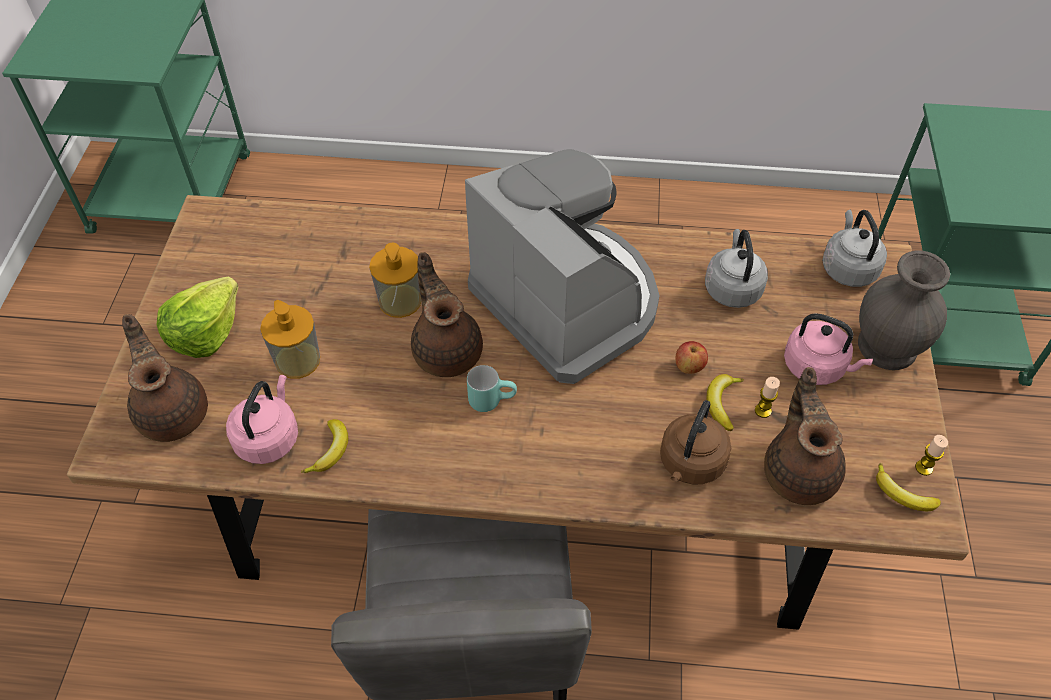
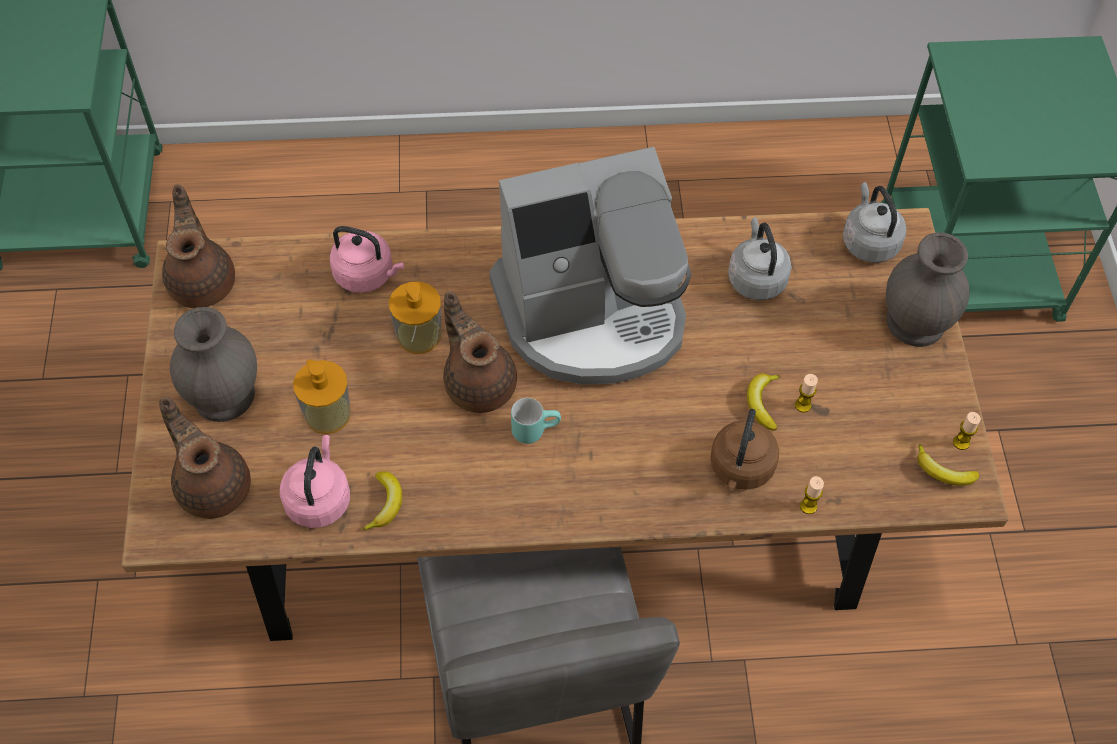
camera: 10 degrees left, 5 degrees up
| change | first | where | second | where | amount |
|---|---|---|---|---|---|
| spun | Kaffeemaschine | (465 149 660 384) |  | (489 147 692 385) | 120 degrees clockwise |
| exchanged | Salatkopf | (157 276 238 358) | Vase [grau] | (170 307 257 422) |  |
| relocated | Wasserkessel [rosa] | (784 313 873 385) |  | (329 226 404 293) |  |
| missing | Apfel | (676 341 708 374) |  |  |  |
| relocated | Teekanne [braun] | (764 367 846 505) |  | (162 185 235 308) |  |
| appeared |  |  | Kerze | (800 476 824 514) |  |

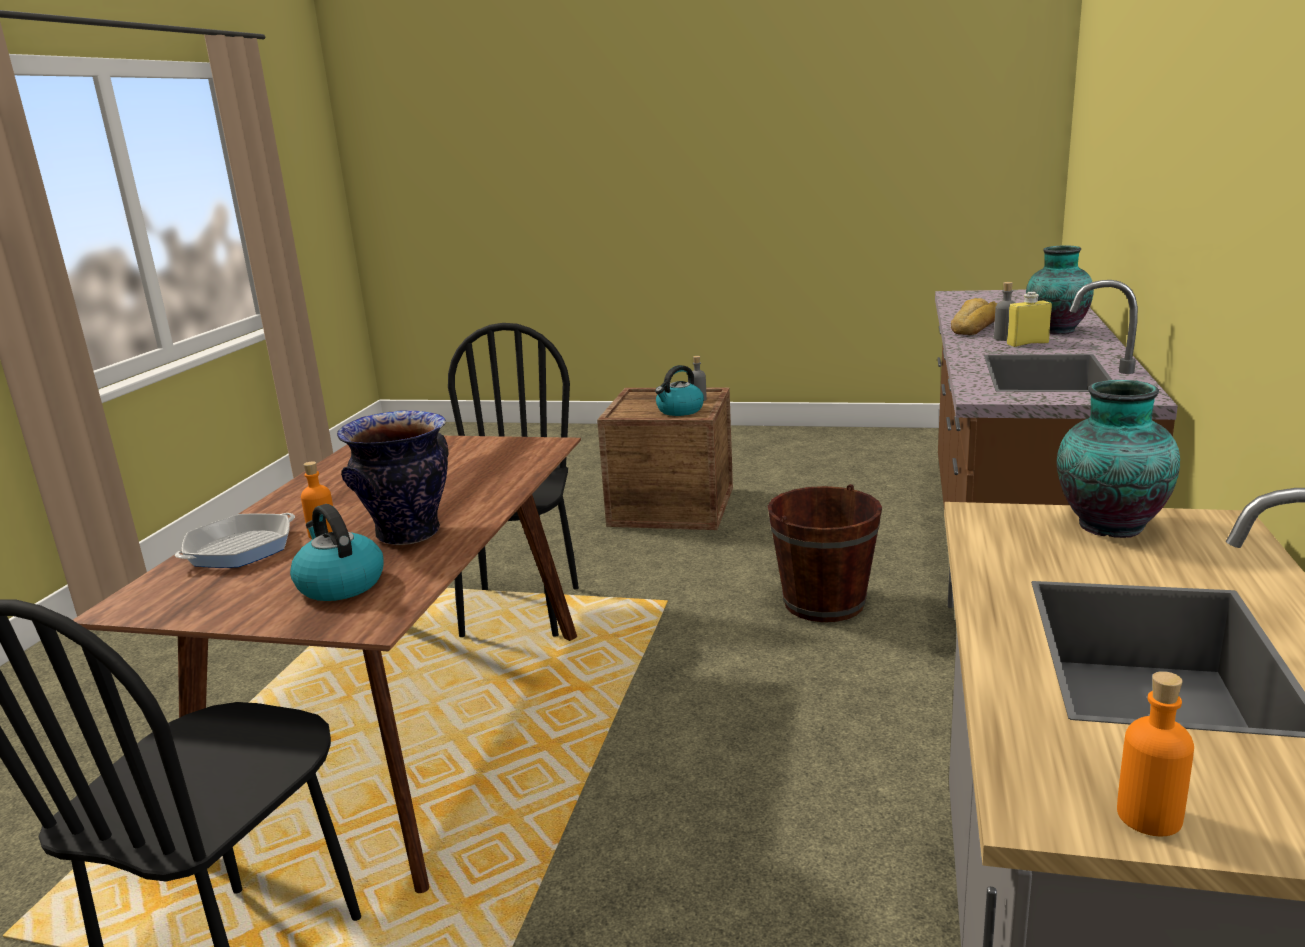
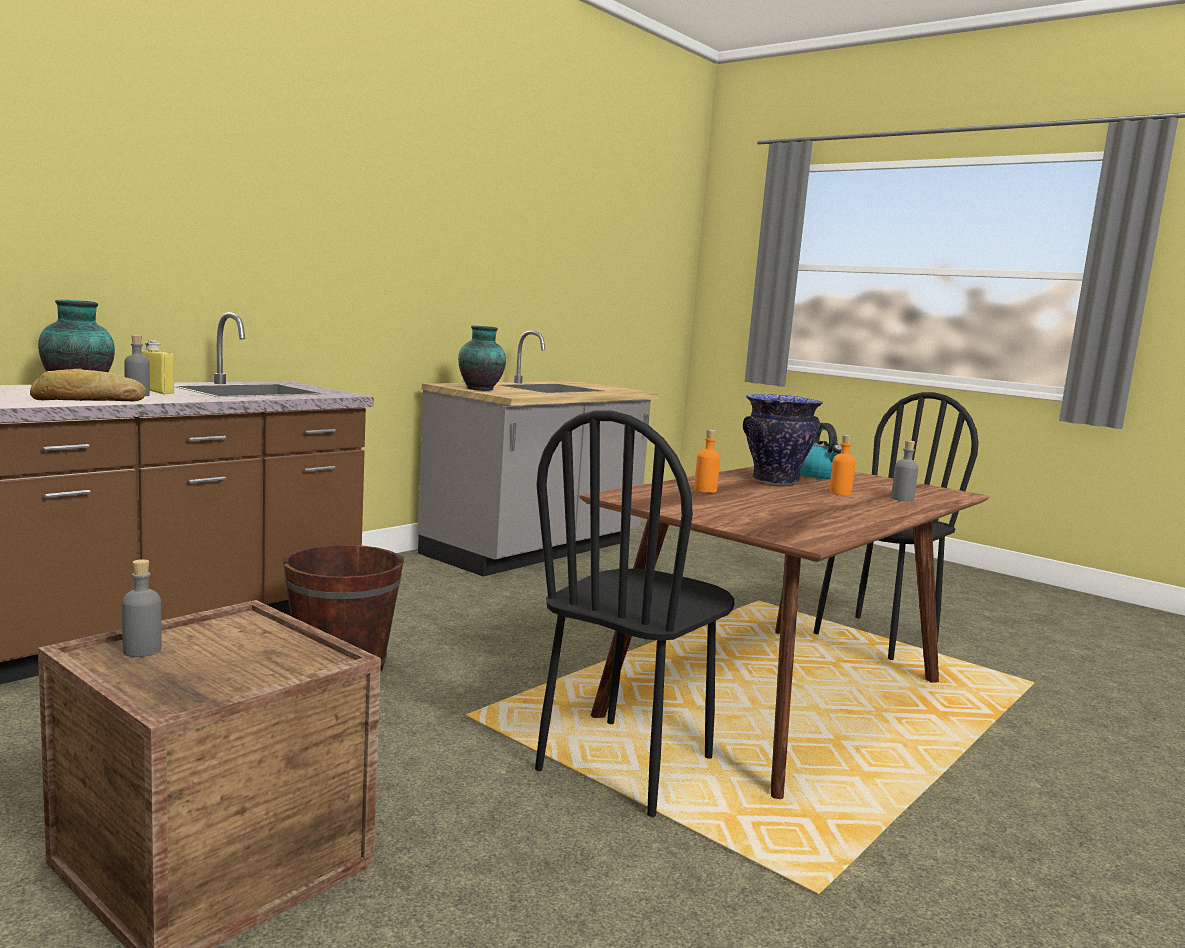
camera: 155 degrees left, 10 degrees down
| change | first | where | second | where | amount |
|---|---|---|---|---|---|
| missing | Wasserkessel | (655 365 704 416) |  |  |  |
| exchanged | Pfanne | (174 513 295 568) | Flasche [grau] | (891 440 918 502) |  |
| relocated | Flasche [orange] | (1117 671 1194 836) |  | (694 429 720 493) |  |

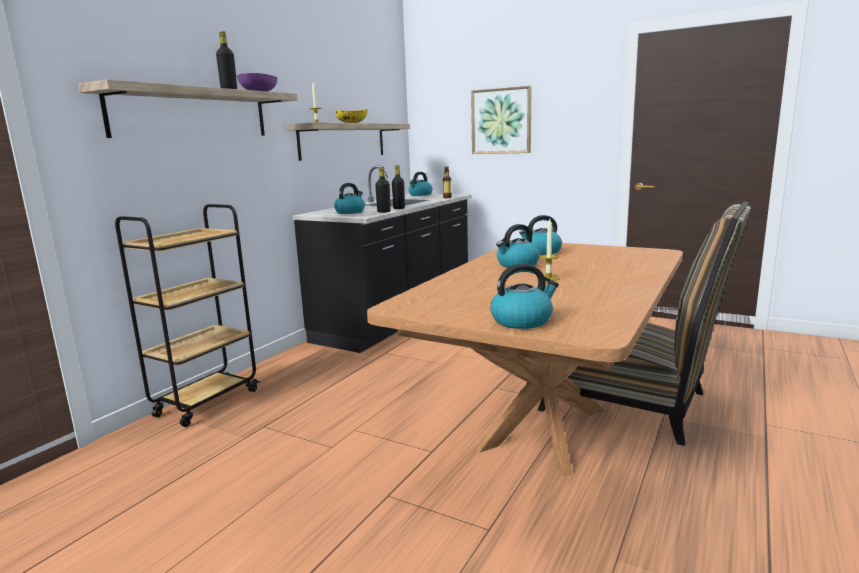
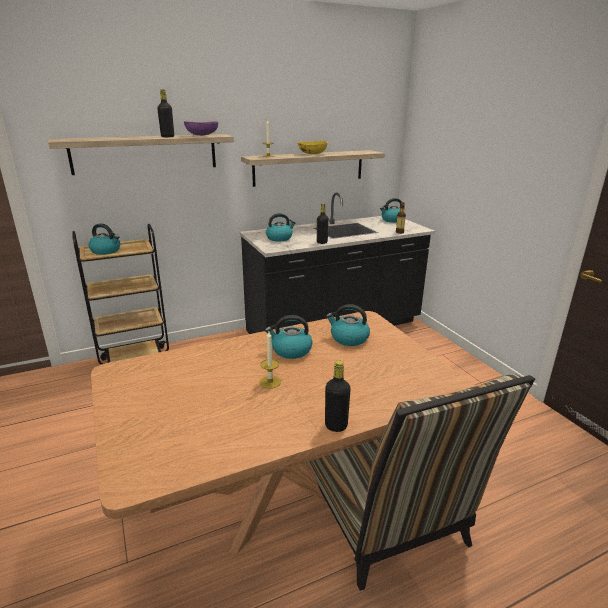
camera: 35 degrees right, 10 degrees up
| change | first | where | second | where | amount |
|---|---|---|---|---|---|
| missing | Bild | (471 86 532 154) |  |  |  |
| relocated | Flasche [schwarz] | (375 167 391 213) |  | (325 360 351 432) |  |
| relocated | Wasserkessel | (490 264 559 329) |  | (89 223 120 255) |  |

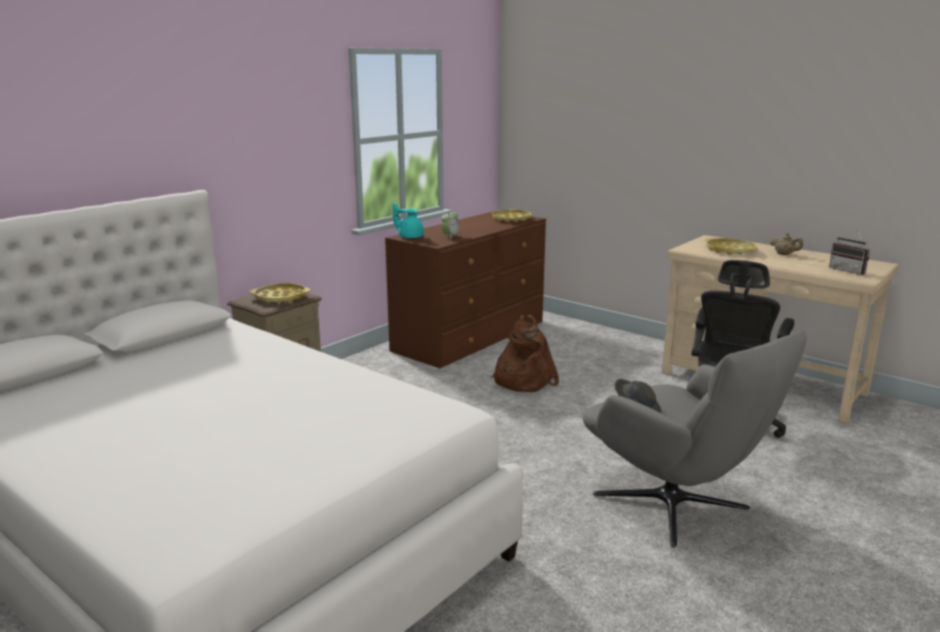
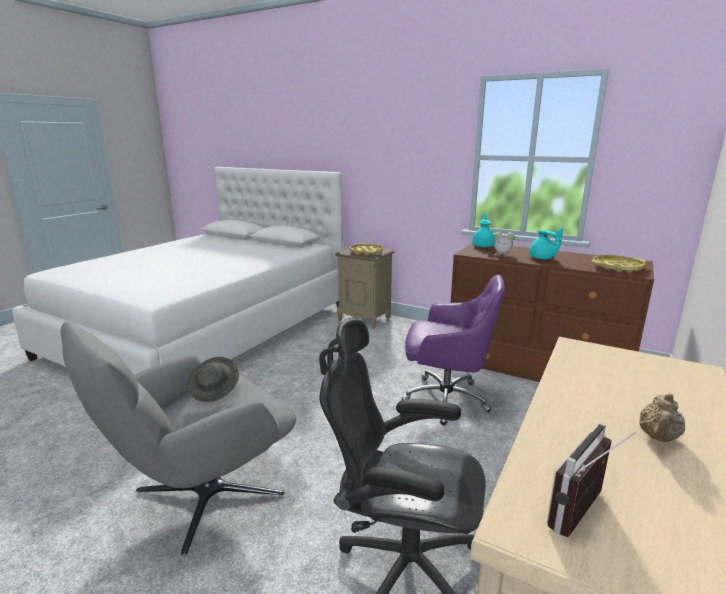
camera: 80 degrees right, 0 degrees up
| change | first | where | second | where | amount |
|---|---|---|---|---|---|
| missing | Tablett [gelb] | (705 238 758 255) |  |  |  |
| exchanged | Rucksack [braun] | (491 315 559 392) | Bürostuhl [lila] | (402 274 505 425) |  |
| appeared |  |  | Teekanne [türkis] | (529 228 563 259) |  |

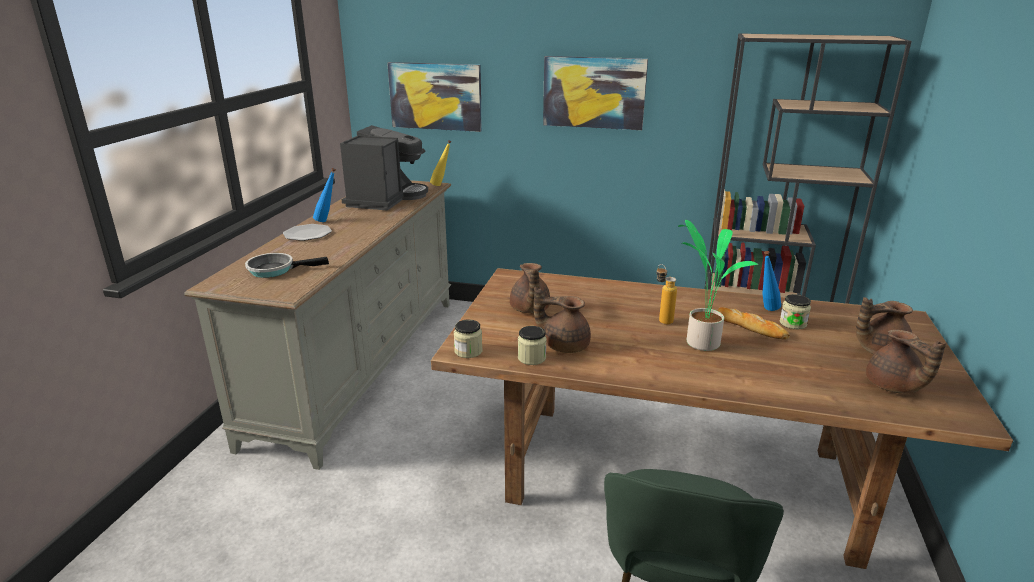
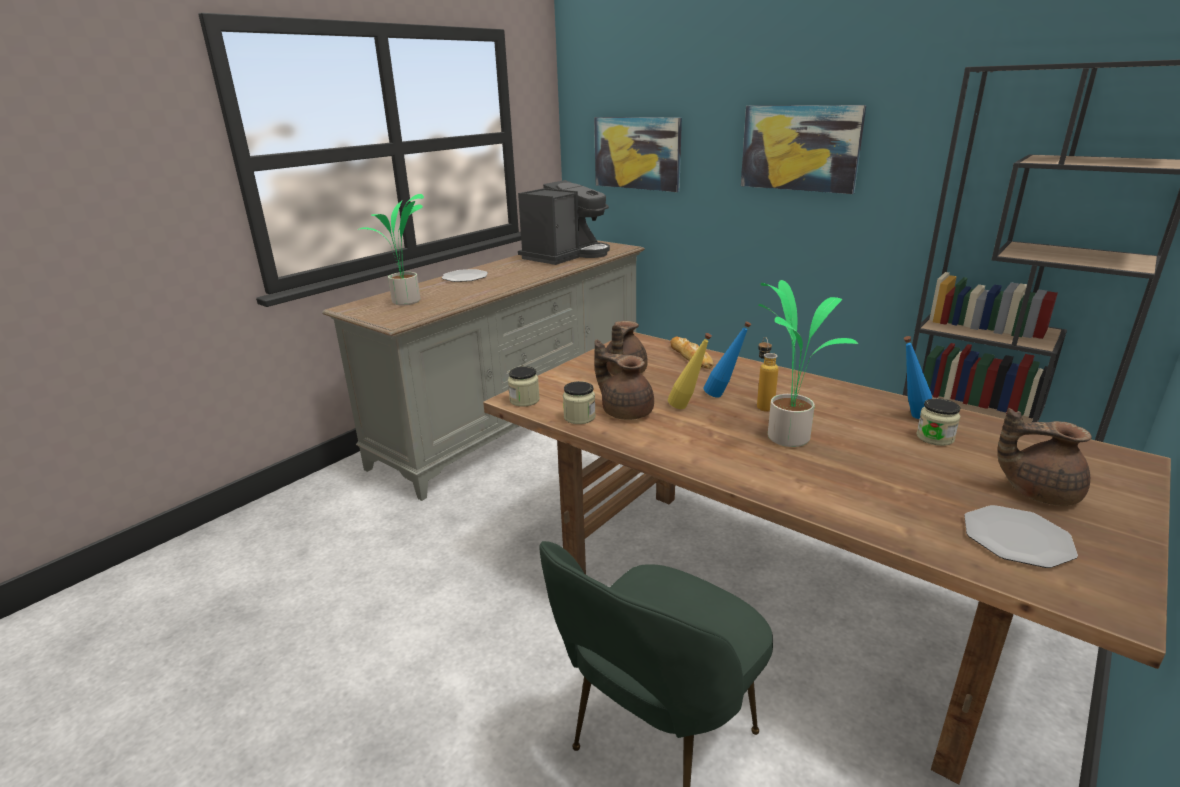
camera: 25 degrees right, 0 degrees up
| change | first | where | second | where | amount |
|---|---|---|---|---|---|
| relocated | Flasche [gelb] | (430 140 451 186) |  | (668 333 712 409) |  |
| relocated | Flasche [blau] | (313 168 336 222) |  | (703 321 751 398) |  |
| exchanged | Pfanne | (245 253 329 278) | Topfpflanze | (358 194 424 306) |  |
| relocated | Brot | (717 307 790 340) |  | (670 337 714 369) |  |
| exchanged | Teekanne [braun] | (866 330 946 394) | Teller | (964 505 1078 568) |  |

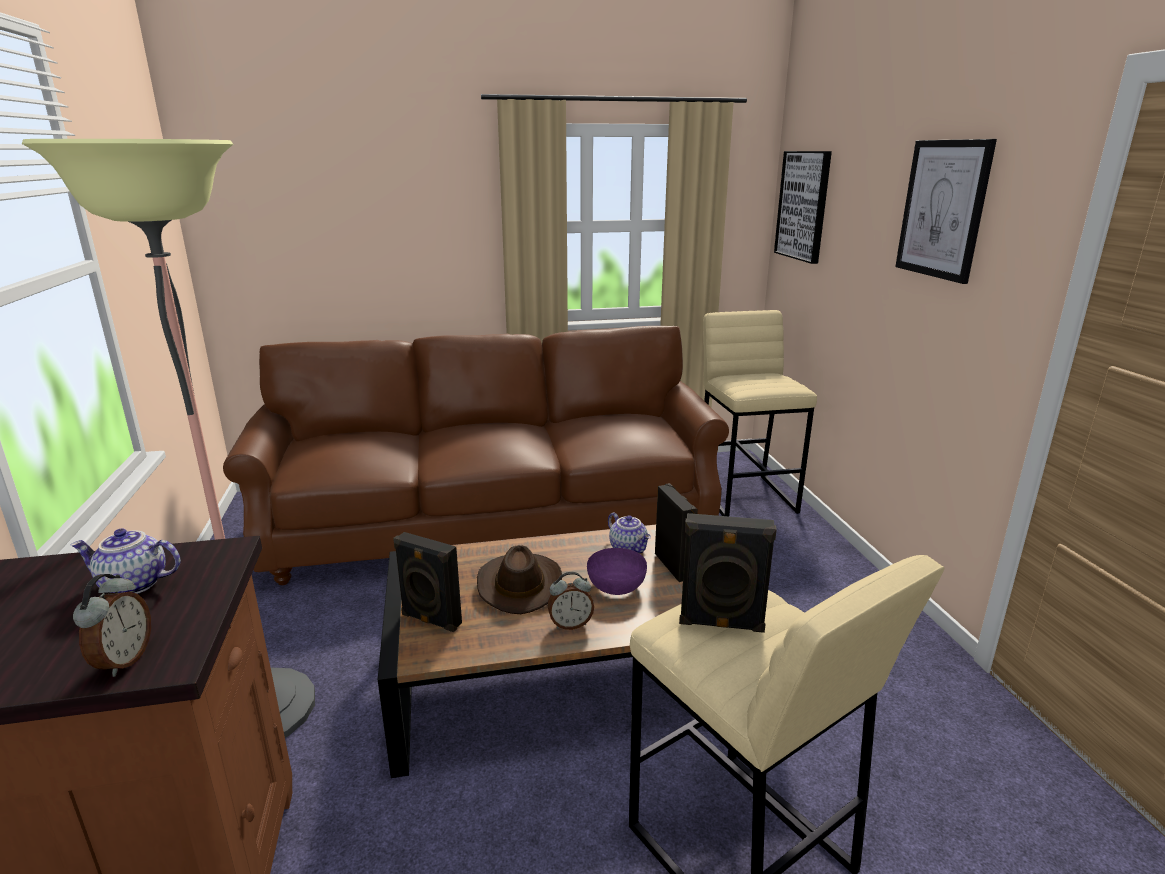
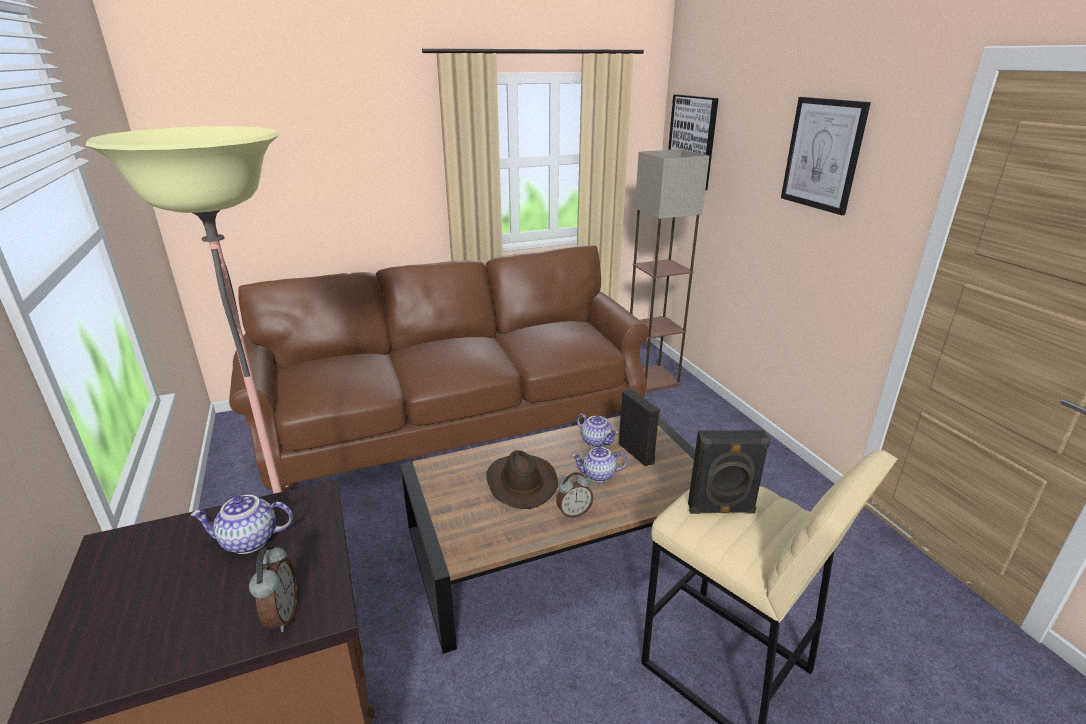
camera: 10 degrees left, 5 degrees up
| change | first | where | second | where | amount |
|---|---|---|---|---|---|
| exchanged | Hocker [beige] | (703 310 817 516) | Stehlampe | (630 149 709 393) |  |
| missing | Lautsprecher [schwarz] | (393 532 462 632) |  |  |  |
| exchanged | Schüssel [lila] | (587 548 647 595) | Teekanne | (572 447 628 482) |  |

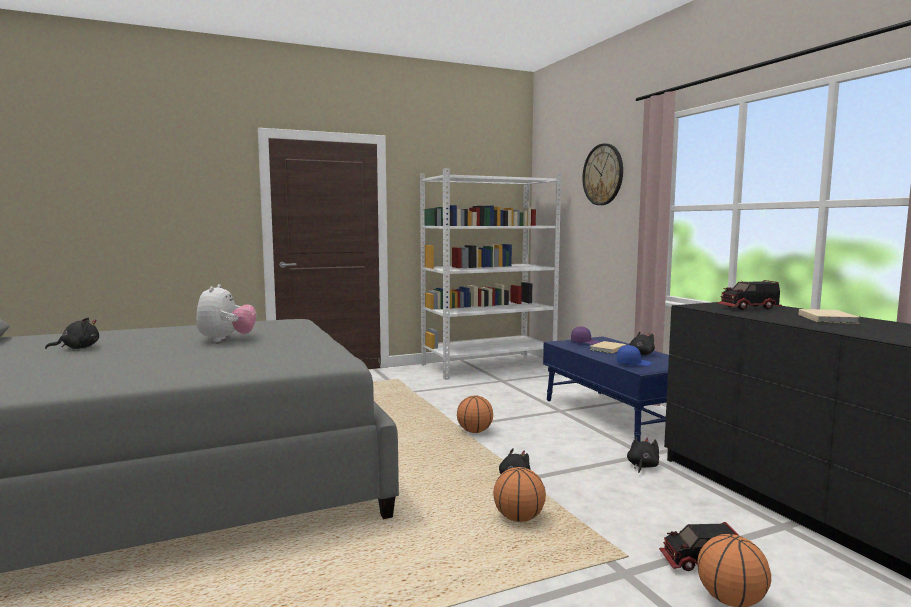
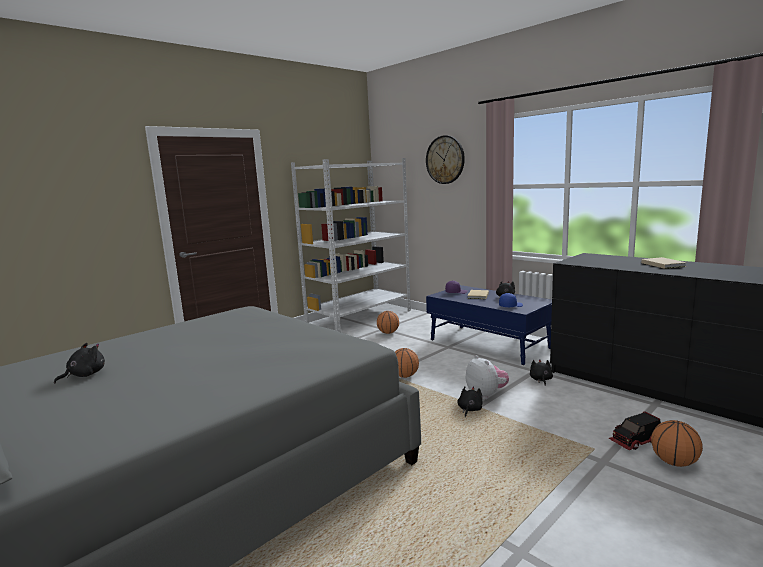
camera: 20 degrees left, 5 degrees up
| change | first | where | second | where | amount |
|---|---|---|---|---|---|
| missing | Spielzeuglaster | (717 280 782 310) |  |  |  |
| relocated | Plüschtier | (196 284 256 342) |  | (466 355 509 399) |  |
| relocated | Basketball | (493 467 546 522) |  | (377 311 399 334) |  |

